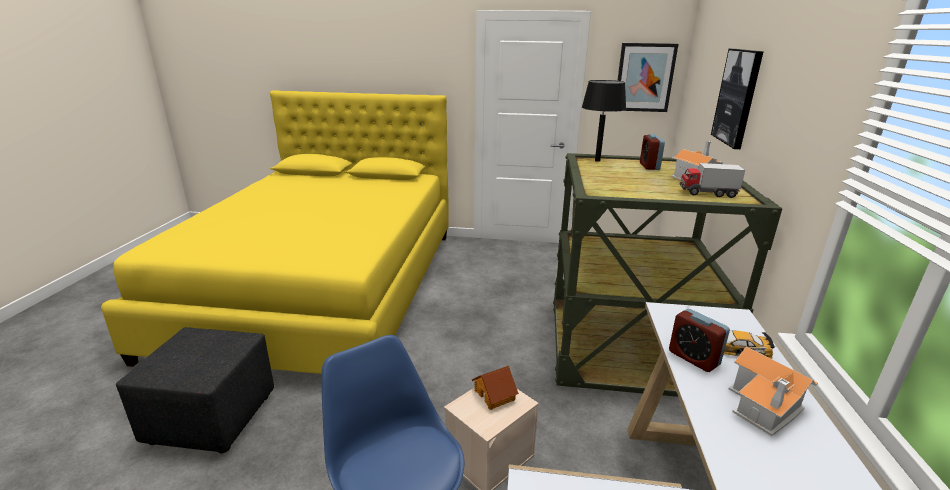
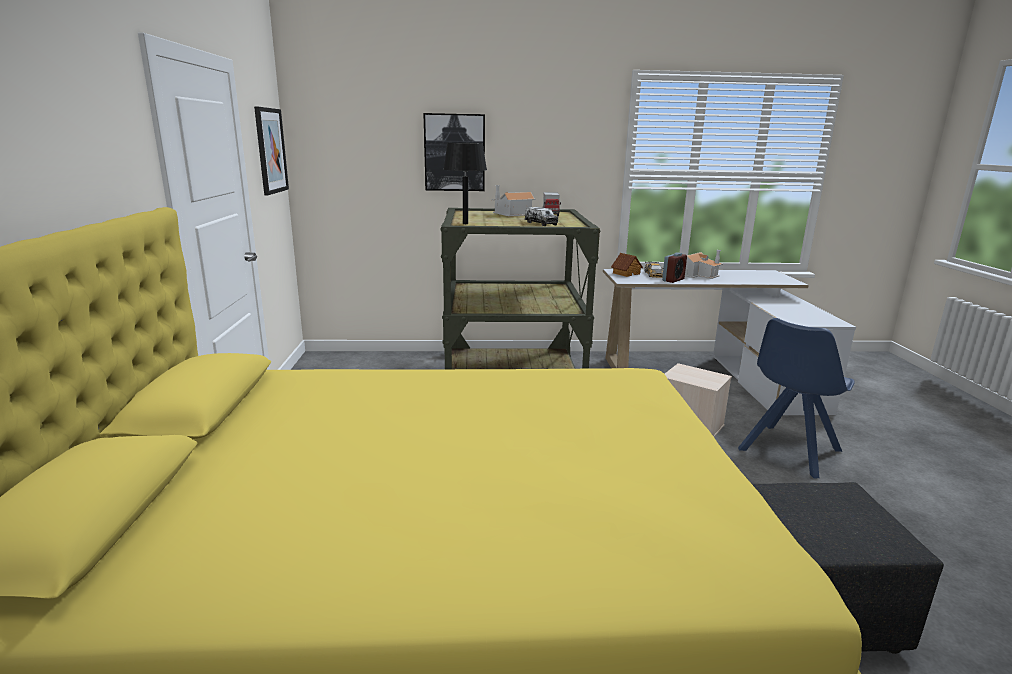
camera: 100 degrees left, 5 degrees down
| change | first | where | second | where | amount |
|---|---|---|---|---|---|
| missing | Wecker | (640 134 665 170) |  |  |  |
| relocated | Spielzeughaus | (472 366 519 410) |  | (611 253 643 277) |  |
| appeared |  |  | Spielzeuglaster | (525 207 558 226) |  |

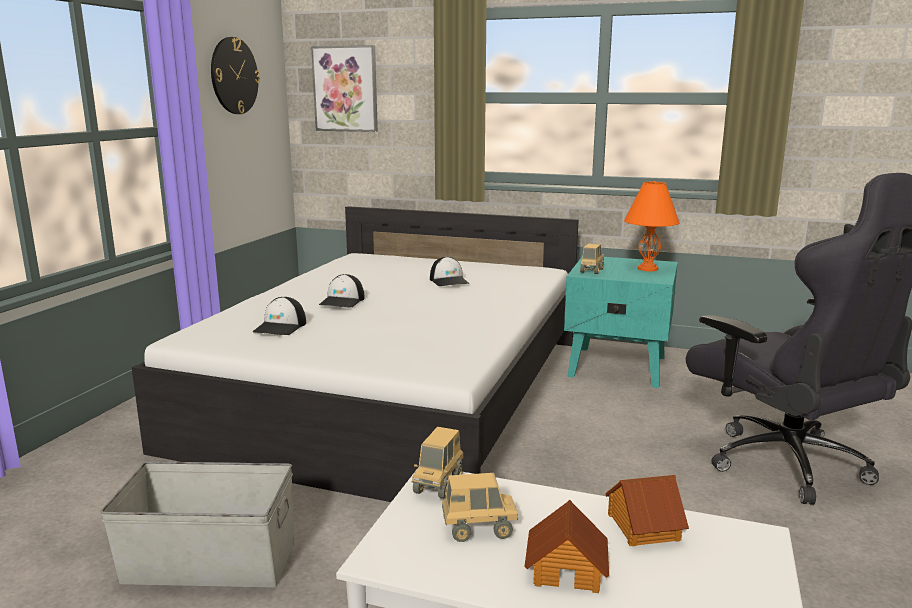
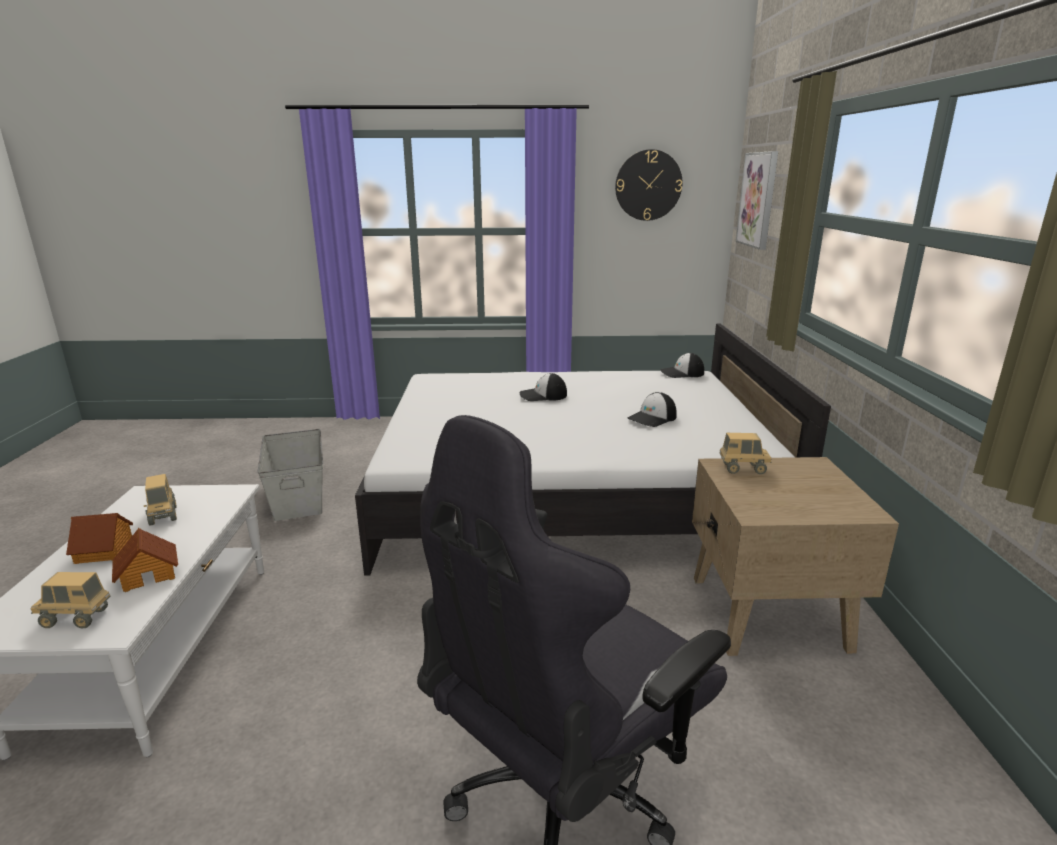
camera: 70 degrees right, 5 degrees up
| change | first | where | second | where | amount |
|---|---|---|---|---|---|
| missing | Tischlampe [orange] | (624 181 680 271) |  |  |  |
| colour | Nachttisch [türkis] | (564 256 678 388) | Nachttisch [beige] | (692 457 899 656) |  |
| relocated | Kappe | (253 297 306 335) |  | (660 353 704 378) |  |
| relocated | Spielzeuglaster | (412 427 464 499) |  | (31 572 111 629) |  |

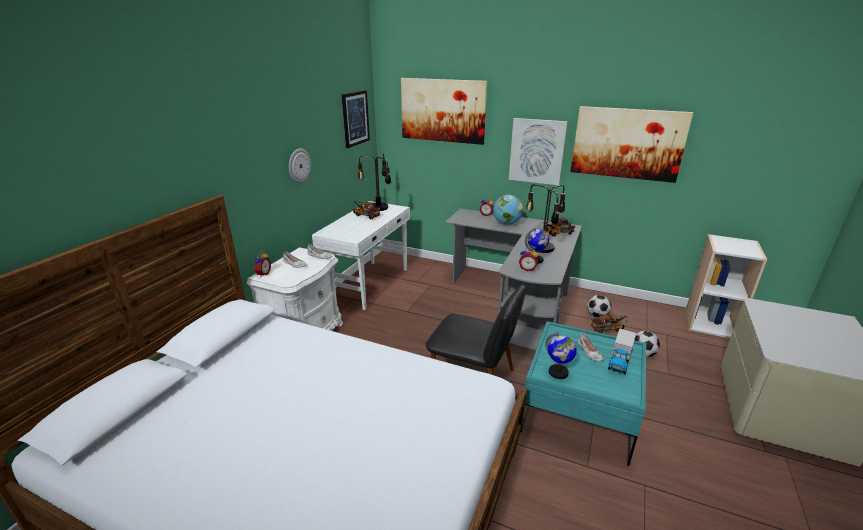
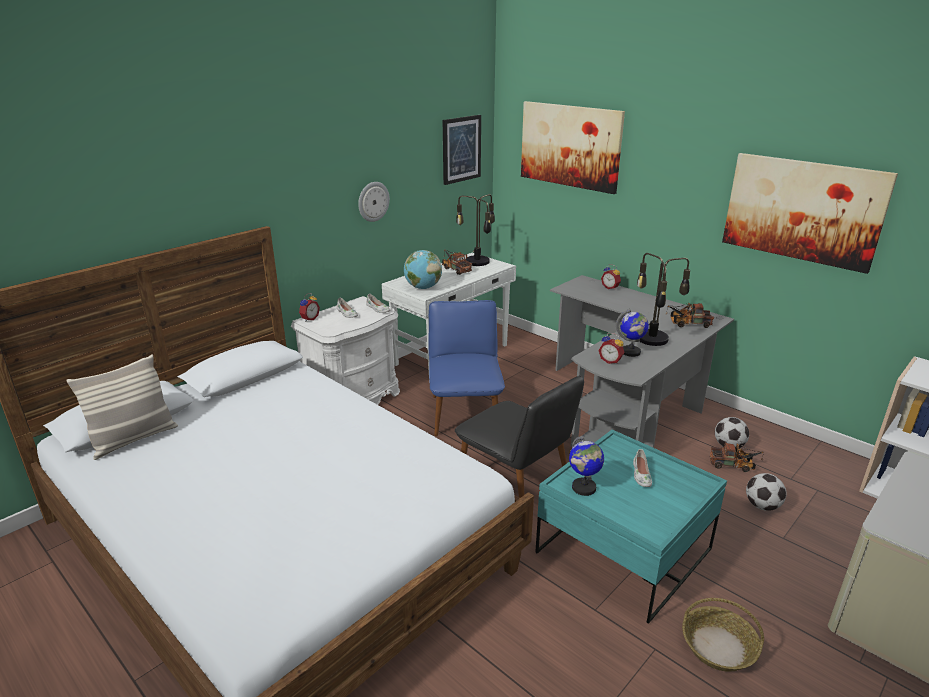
camera: 20 degrees right, 0 degrees up
| change | first | where | second | where | amount |
|---|---|---|---|---|---|
| missing | Bild | (509 118 568 185) |  |  |  |
| relocated | Globus | (493 195 523 225) |  | (404 250 442 289) |  |
| missing | Spielzeuglaster | (608 329 636 375) |  |  |  |
| appeared |  |  | Stuhl [blau] | (428 300 505 436) |  |
| appeared |  |  | Kissen | (66 354 178 460) |  |
| appeared |  |  | Korb | (682 598 764 672) |  |

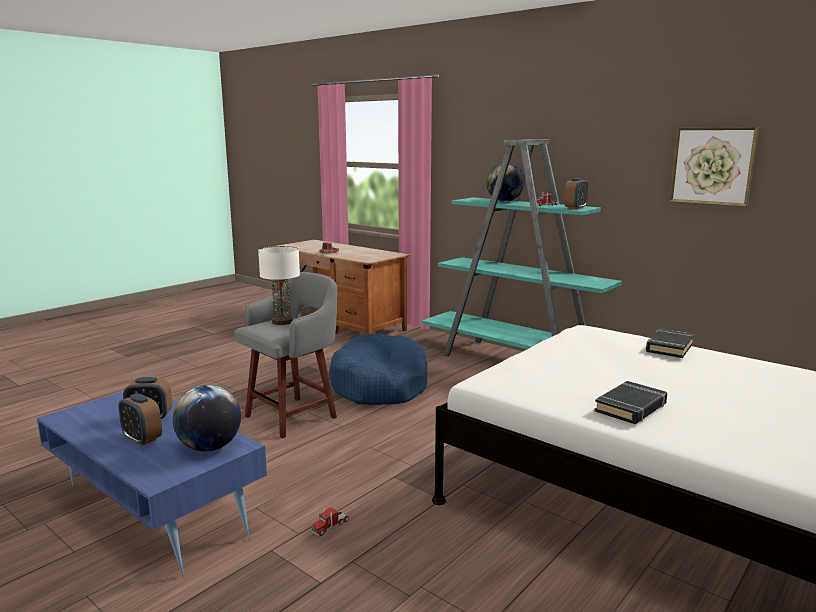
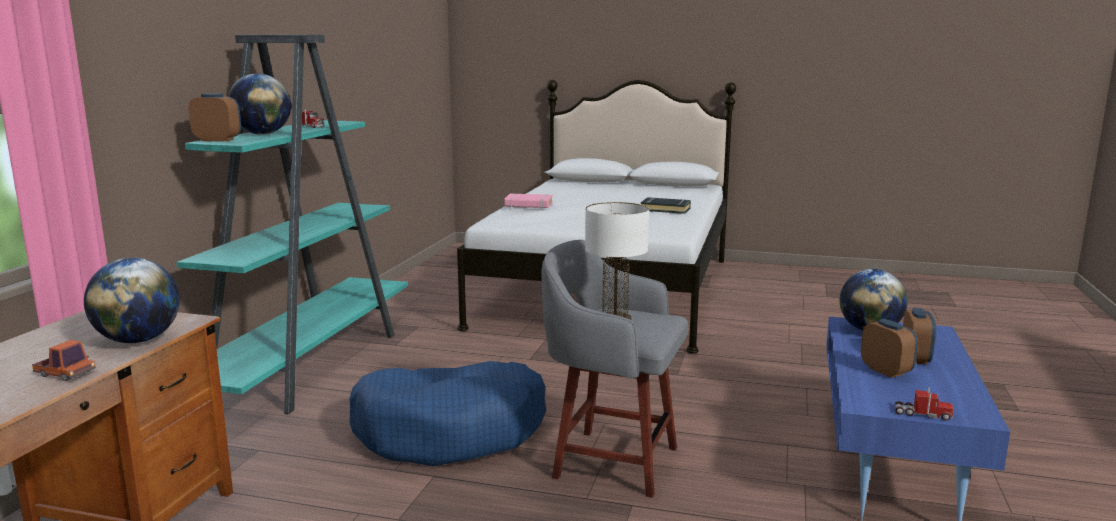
camera: 115 degrees left, 0 degrees up
| change | first | where | second | where | amount |
|---|---|---|---|---|---|
| missing | Bild | (669 127 759 207) |  |  |  |
| relocated | Wecker | (564 178 589 209) |  | (189 93 241 142) |  |
| colour | Buch [schwarz] | (646 329 694 358) | Buch [rosa] | (505 194 553 208) |  |
| relocated | Spielzeuglaster | (311 507 349 536) |  | (895 387 954 420) |  |
| appeared |  |  | Globus | (84 258 180 343) |  |

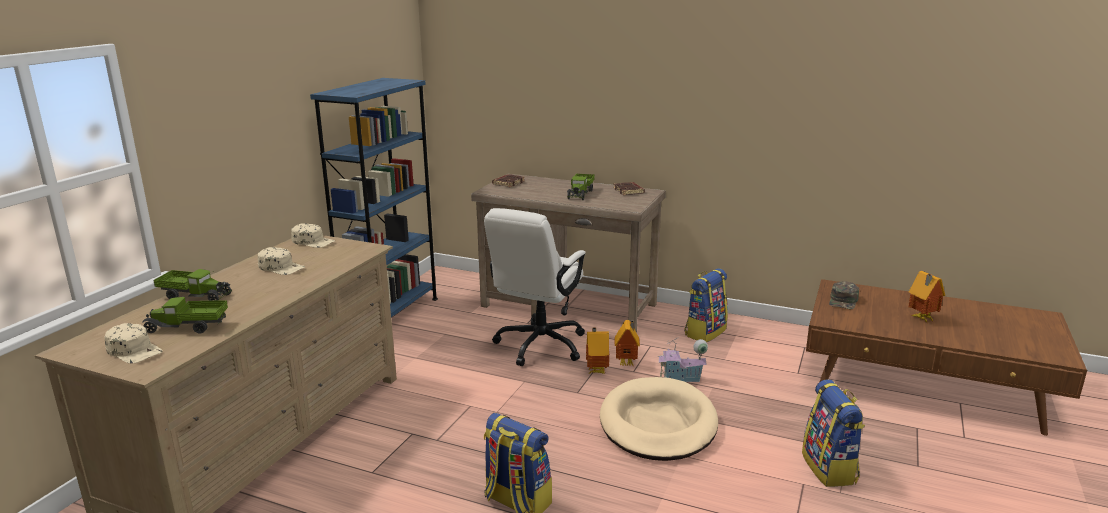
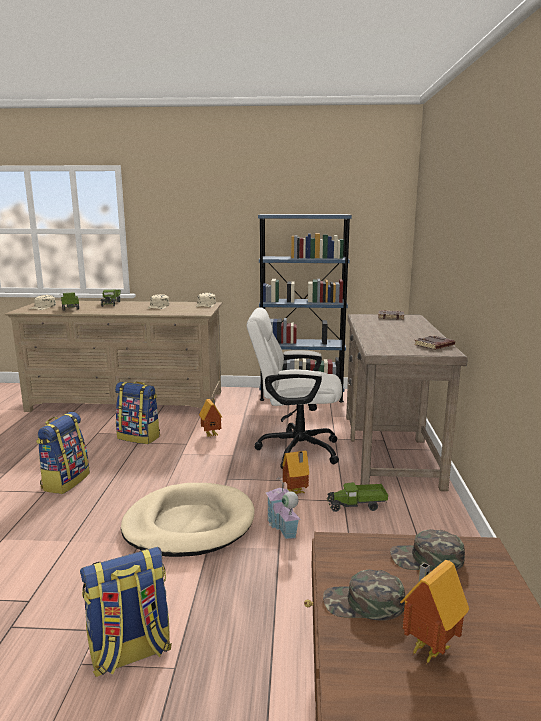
camera: 70 degrees right, 5 degrees down
| change | first | where | second | where | amount |
|---|---|---|---|---|---|
| relocated | Spielzeuglaster | (567 174 595 200) |  | (327 482 388 512) |  |
| relocated | Rucksack | (684 268 728 342) |  | (115 382 160 444) |  |
| relocated | Spielzeughaus | (586 327 609 374) |  | (199 398 223 437) |  |
| appeared |  |  | Kappe [grün] | (323 569 405 621) |  |

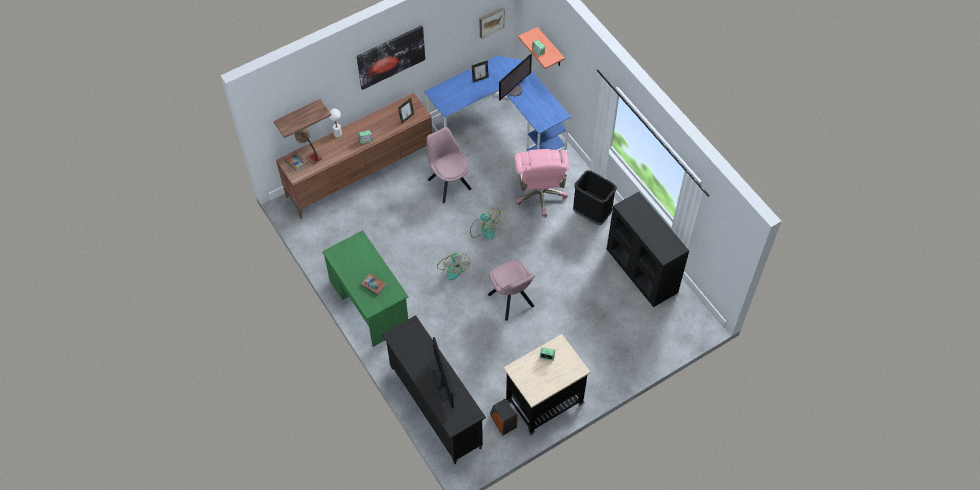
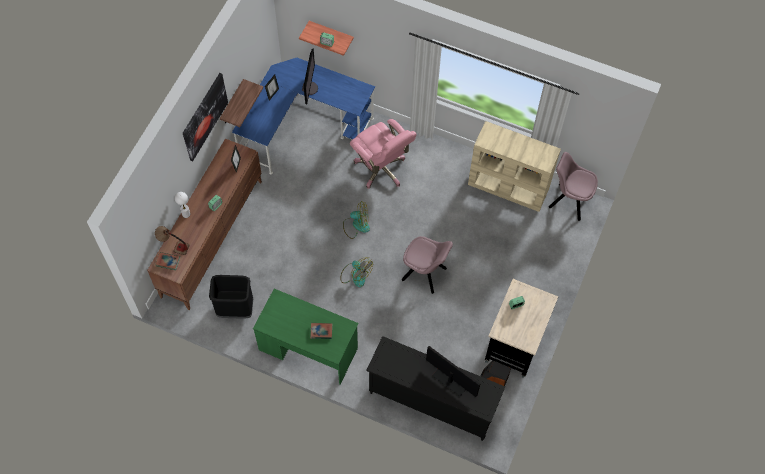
camera: 35 degrees left, 5 degrees up
| change | first | where | second | where | amount |
|---|---|---|---|---|---|
| missing | Bild | (480 7 505 39) |  |  |  |
| relocated | Wandregal | (274 99 331 138) |  | (220 79 263 127) |  |
| relocated | Stuhl [rosa] | (426 127 472 203) |  | (549 152 598 221) |  |
| relocated | Mülleimer [schwarz] | (573 170 617 225) |  | (209 275 253 319) |  |
| colour | Bücherregal [schwarz] | (607 192 689 307) | Bücherregal [beige] | (468 121 561 212) |  |

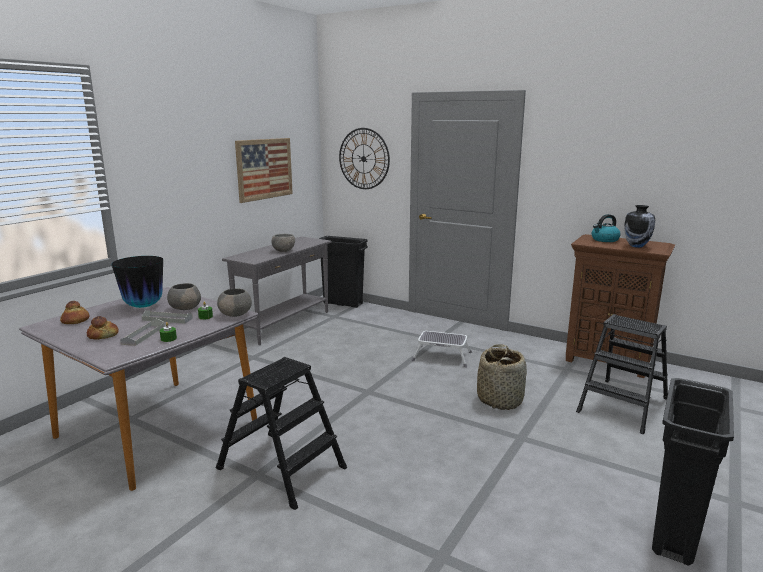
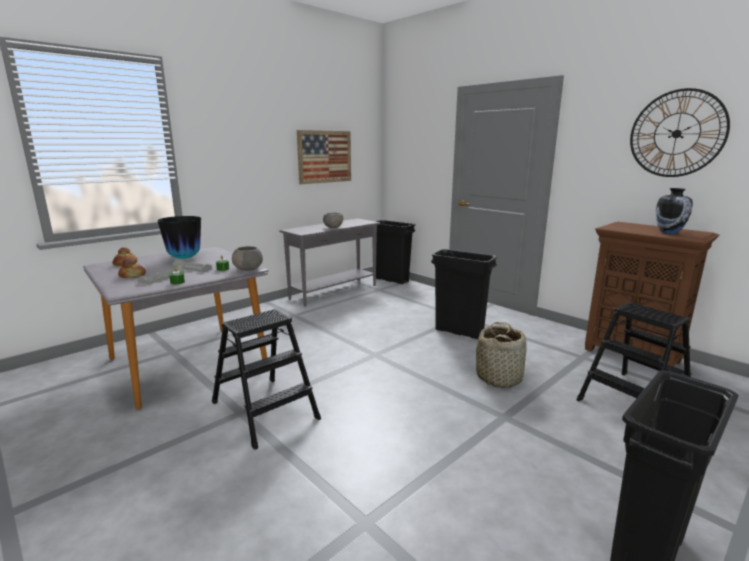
camera: 15 degrees right, 0 degrees up
| change | first | where | second | where | amount |
|---|---|---|---|---|---|
| relocated | Wanduhr | (339 128 390 189) |  | (630 88 730 177) |  |
| missing | Wasserkessel | (592 214 621 242) |  |  |  |
| missing | Schüssel [grau] | (167 283 201 310) |  |  |  |
| exchanged | Trittleiter [grau] | (412 331 472 368) | Mülleimer [schwarz] | (431 249 497 339) |  |

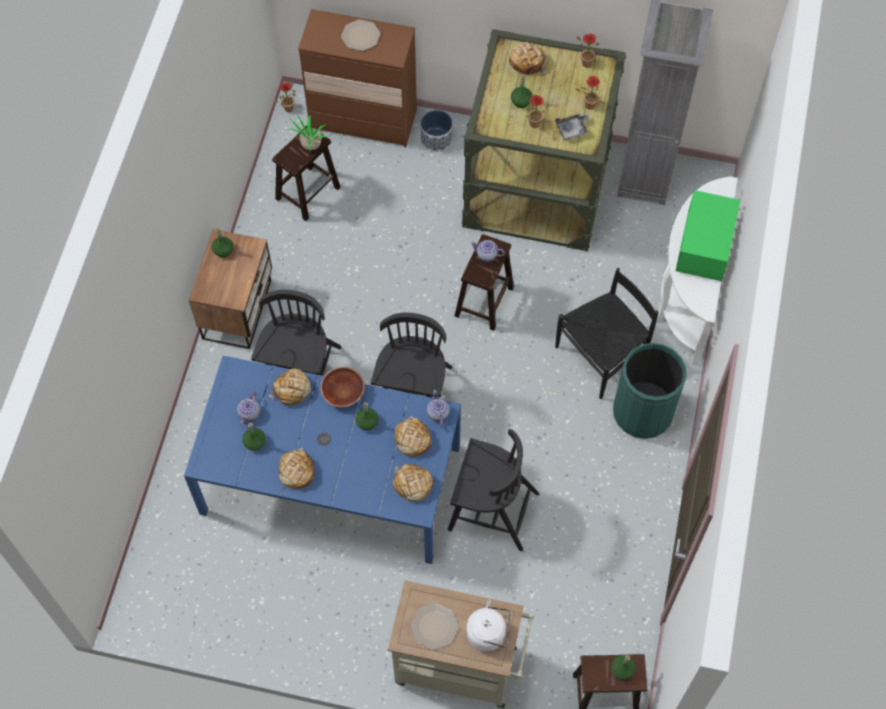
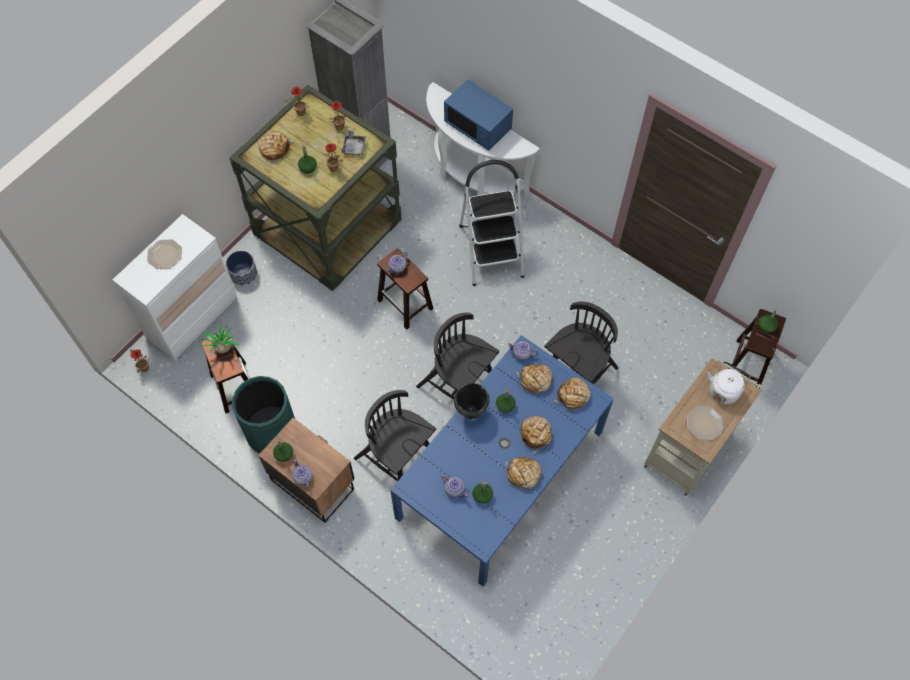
camera: 65 degrees left, 0 degrees up
| change | first | where | second | where | amount |
|---|---|---|---|---|---|
| colour | Kommode [braun] | (298 9 417 147) | Kommode [weiß] | (113 214 238 361) |  |
| colour | Mikrowelle [grün] | (676 190 740 281) | Mikrowelle [blau] | (444 79 513 151) |  |
| exchanged | Stuhl [schwarz] | (555 268 659 399) | Trittleiter | (459 160 524 286) |  |
| relocated | Mülleimer [grün] | (613 343 687 439) |  | (232 376 295 454) |  |
| exchanged | Schüssel [braun] | (320 367 365 407) | Kochtopf [schwarz] | (454 383 489 419) |  |
| relocated | Brot | (268 368 311 407) |  | (521 416 552 454) |  |
| appeared |  |  | Teekanne | (292 459 312 489) |  |

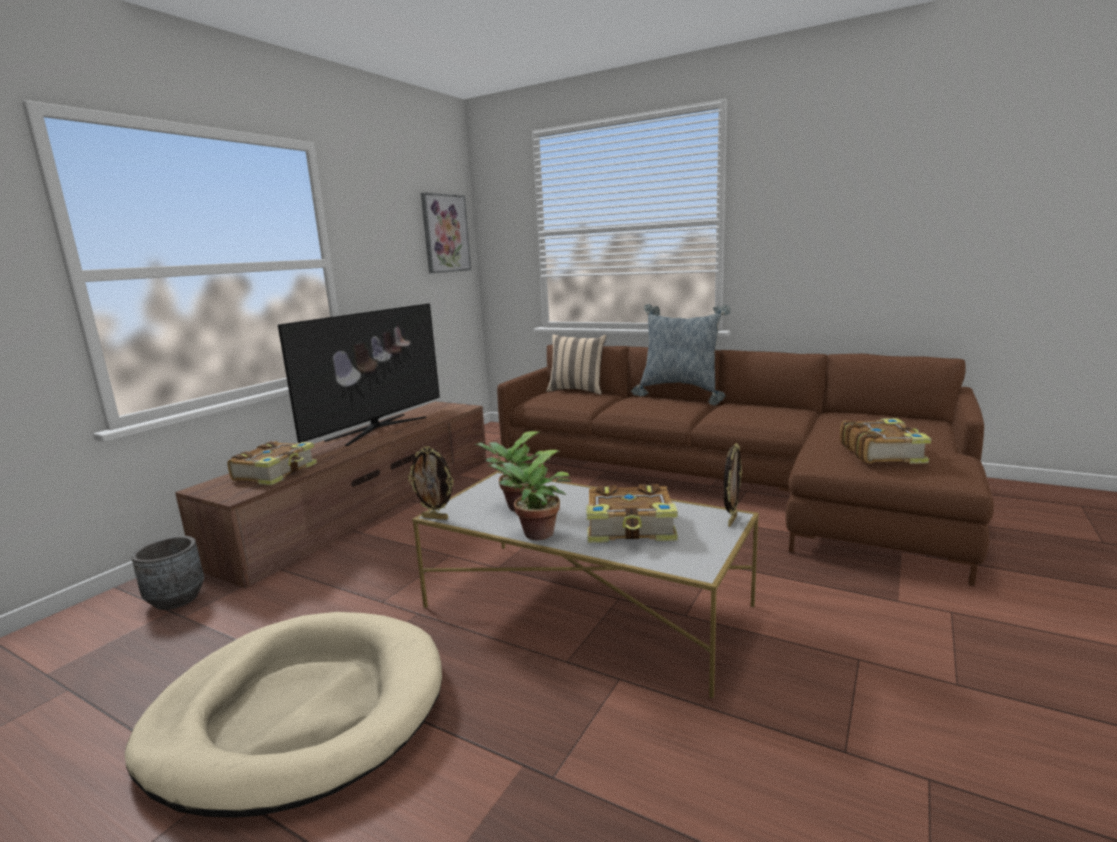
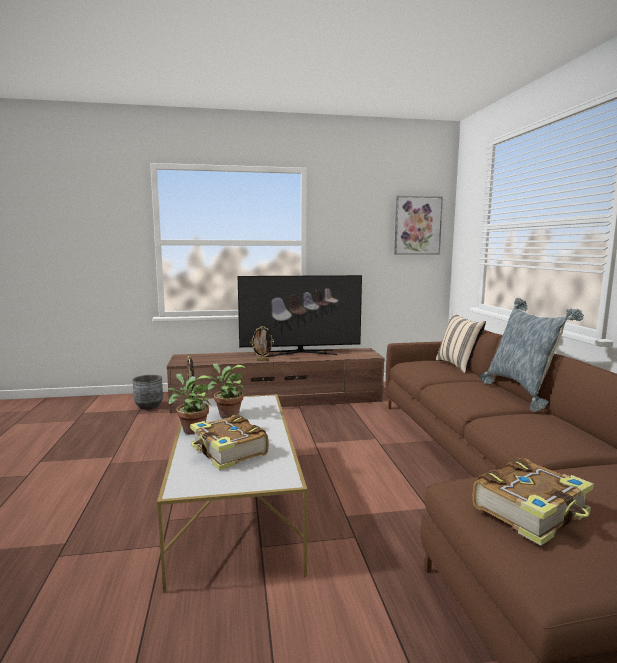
camera: 50 degrees right, 5 degrees down
| change | first | where | second | where | amount |
|---|---|---|---|---|---|
| missing | Buch | (227 441 317 485) |  |  |  |
| relocated | Bilderrahmen | (724 443 742 527) |  | (251 326 274 361) |  |
| missing | Hundebett [beige] | (125 612 442 818) |  |  |  |

